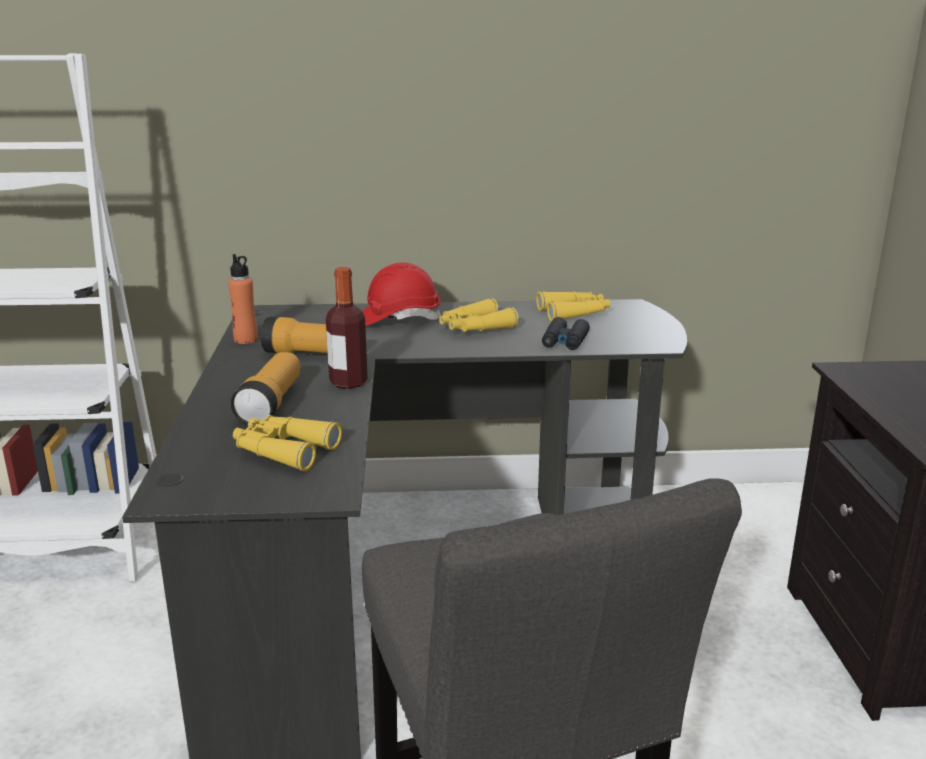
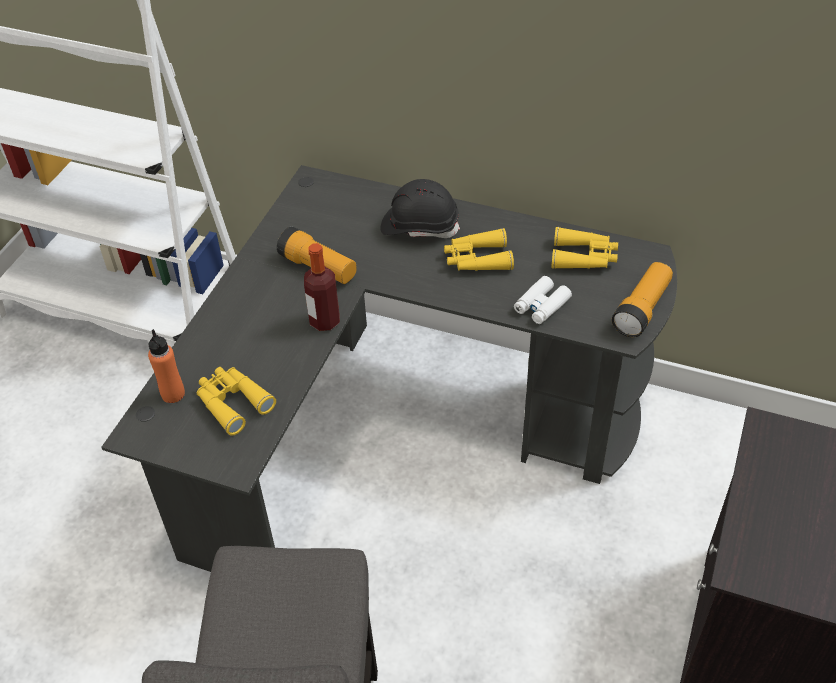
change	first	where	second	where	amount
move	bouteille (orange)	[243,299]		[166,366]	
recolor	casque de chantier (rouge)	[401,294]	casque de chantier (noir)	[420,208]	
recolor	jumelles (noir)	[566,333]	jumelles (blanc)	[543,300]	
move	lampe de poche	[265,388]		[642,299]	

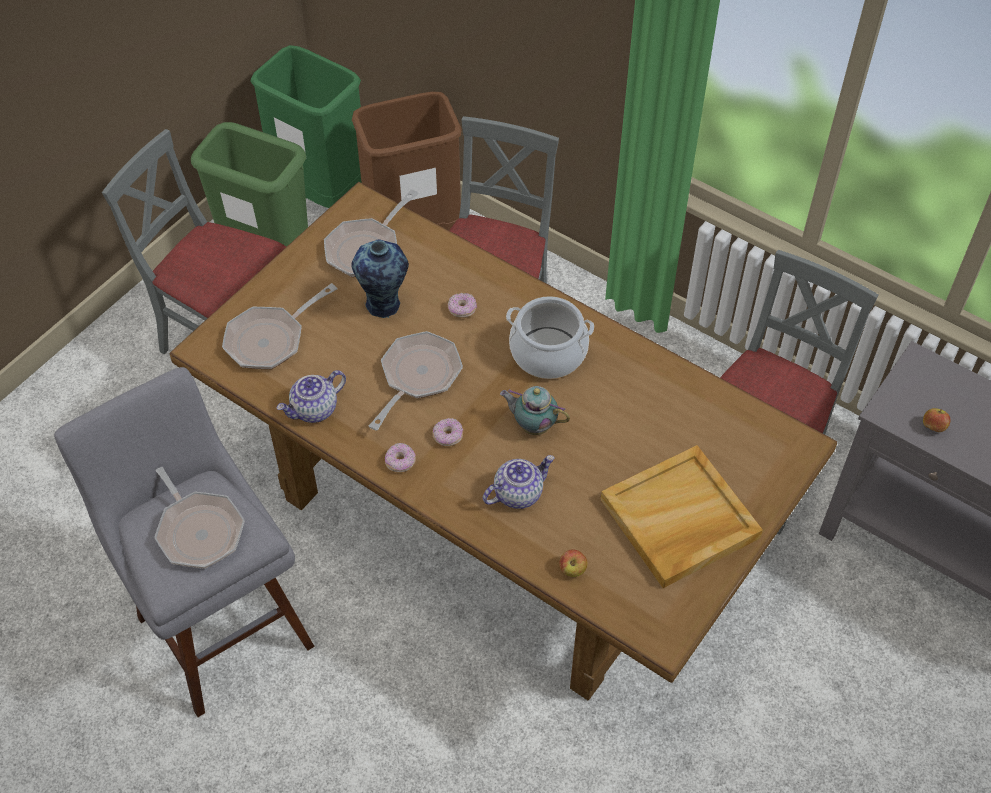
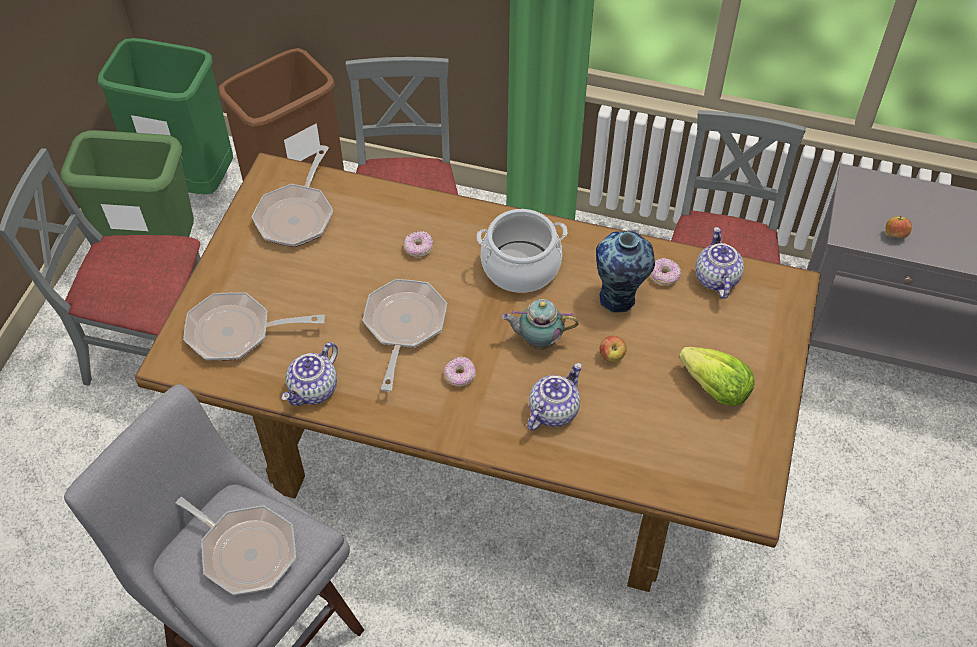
change	first	where	second	where	amount
move	vase	[380,278]		[625,272]	
rotate	poêle	[279,326]		[254,326]	60 degrees clockwise
move	beignet	[400,457]		[665,272]	
replace	plateau (beige)	[682,516]	laitue	[717,376]	
move	pomme	[573,563]		[613,349]	
insert			théière	[719,263]	

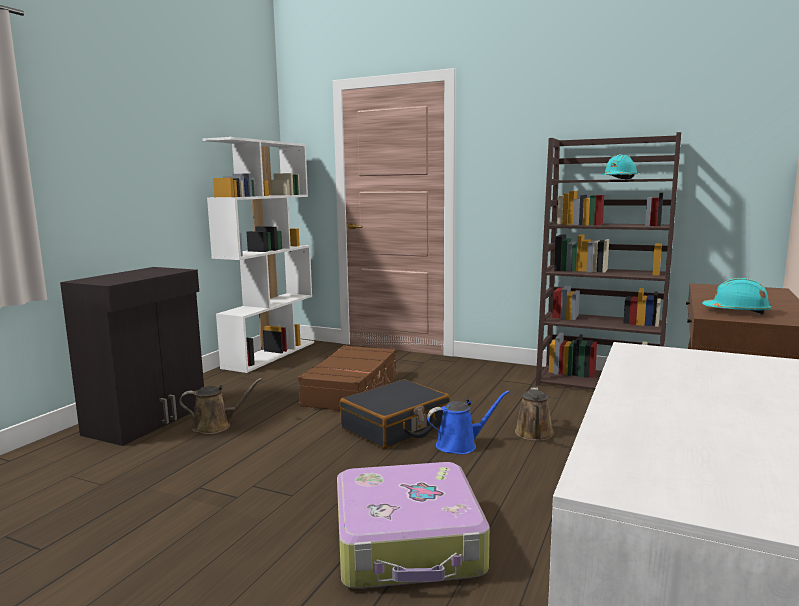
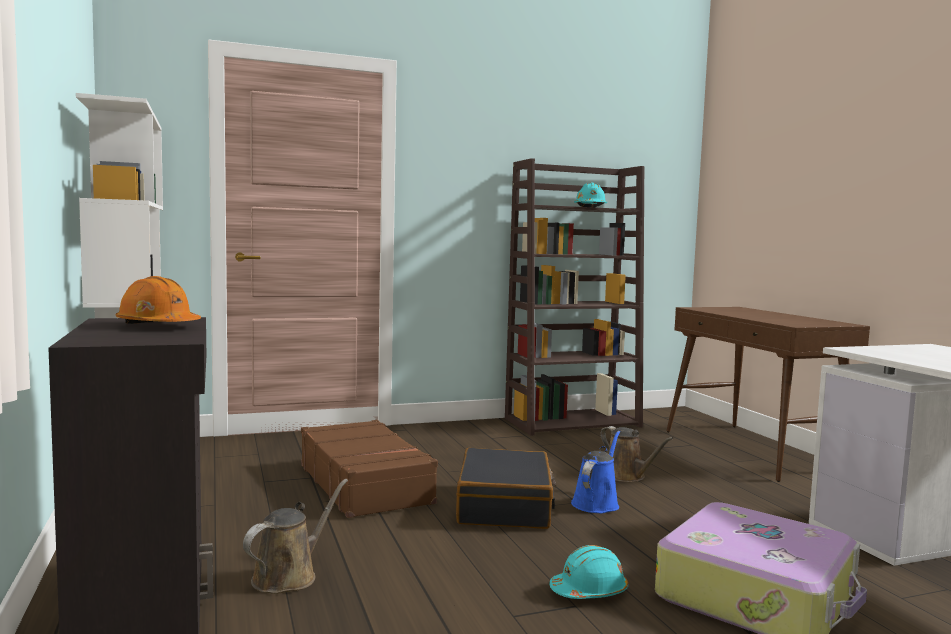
change	first	where	second	where	amount
move	casque de chantier (turquoise)	[737,296]		[588,572]	
insert			casque de chantier (orange)	[158,300]	

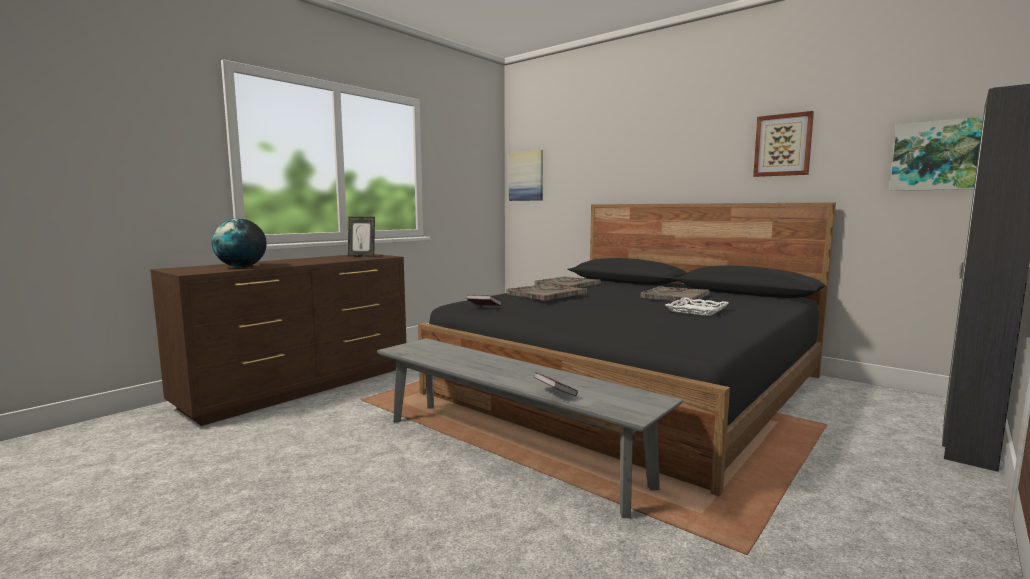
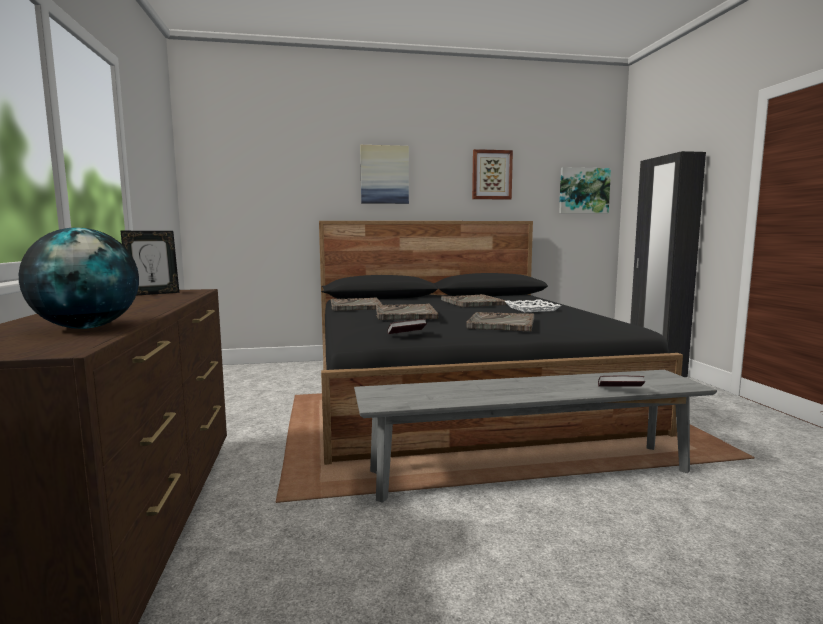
change	first	where	second	where	amount
move	tableau	[526,175]		[384,174]	
insert			plateau (gris)	[500,321]	

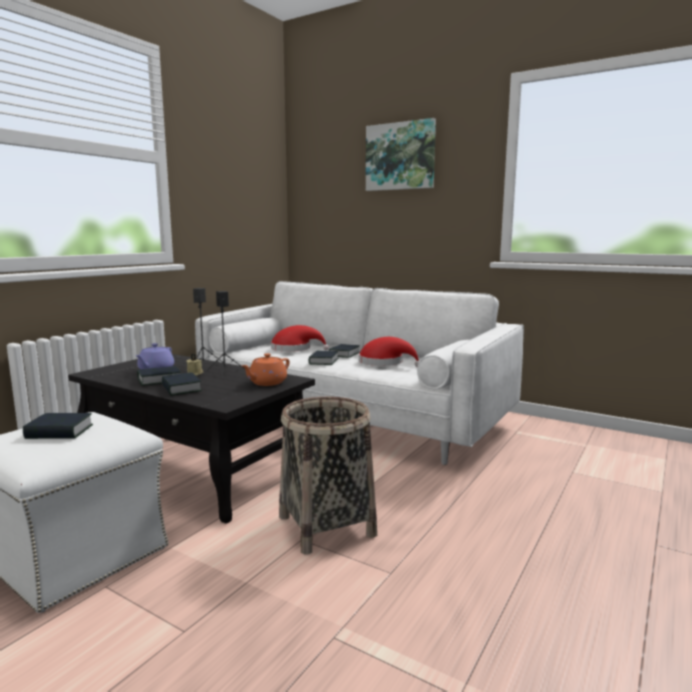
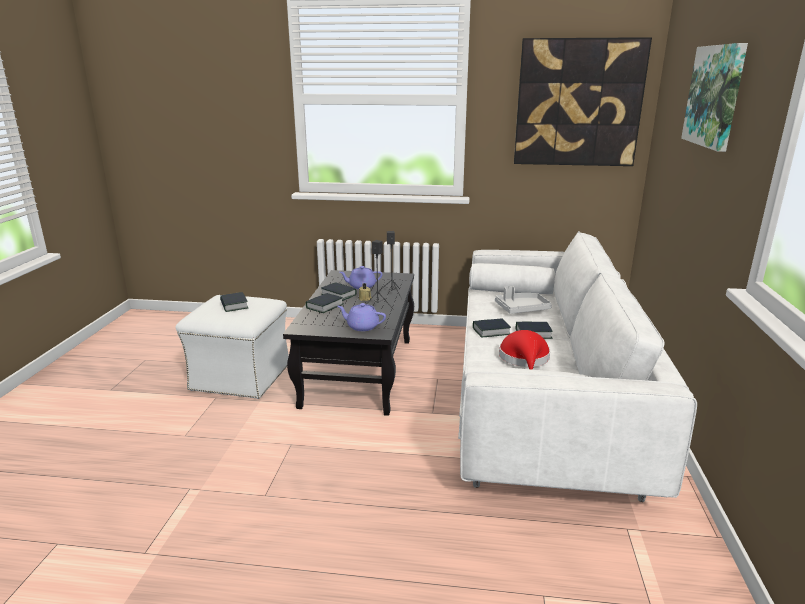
change	first	where	second	where	amount
replace	chapeau (rouge)	[300,338]	plateau (gris)	[523,300]	
recolor	théière (orange)	[266,369]	théière (violet)	[361,317]	
delete	panier	[328,475]			
insert			tableau	[583,101]	

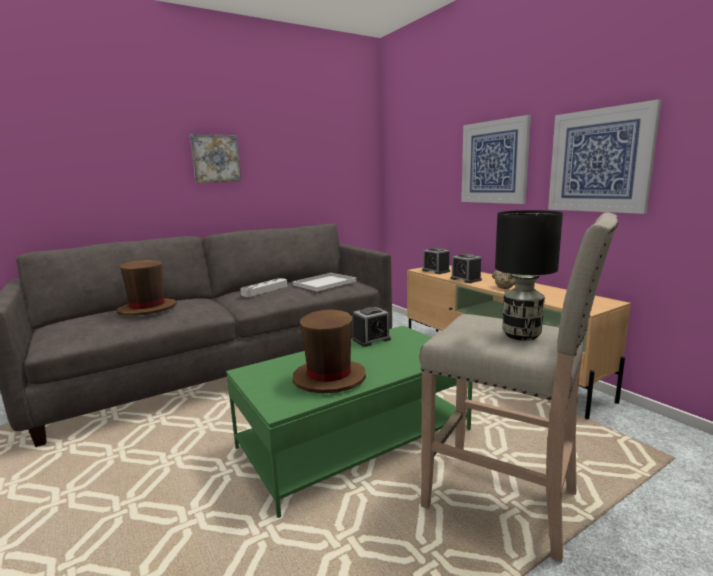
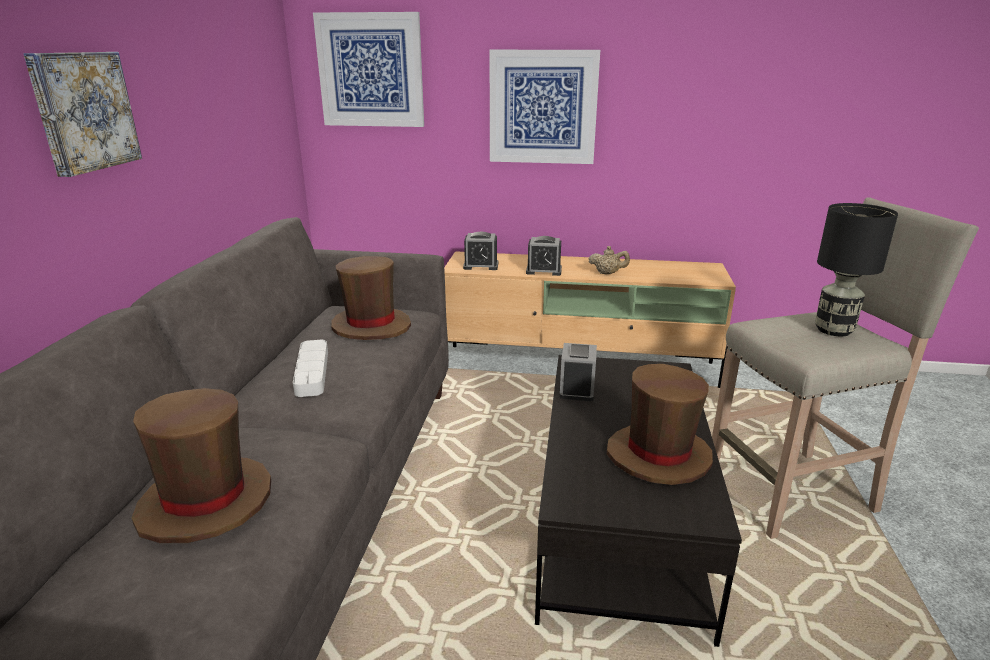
change	first	where	second	where	amount
move	tableau	[604,156]		[368,69]	
replace	plateau (blanc)	[324,282]	chapeau (marron)	[371,298]	
recolor	table basse (vert)	[349,421]	table basse (noir)	[638,501]	

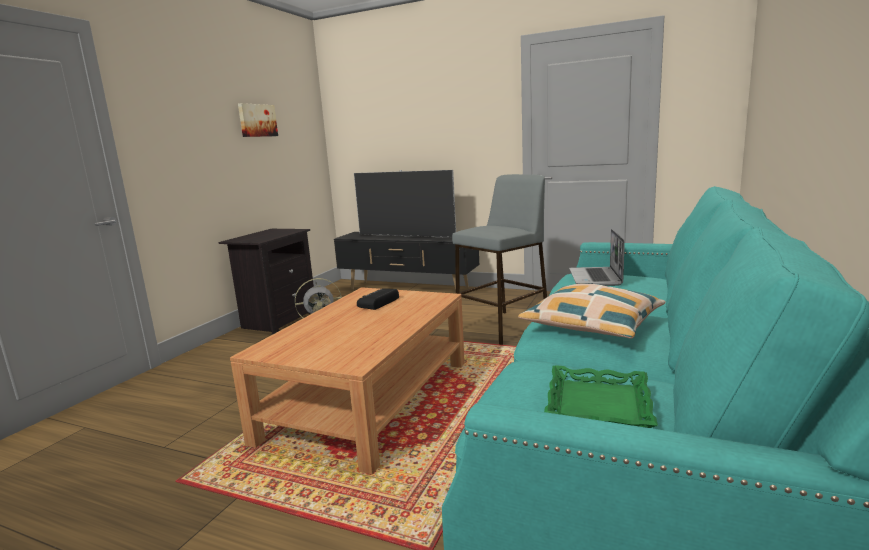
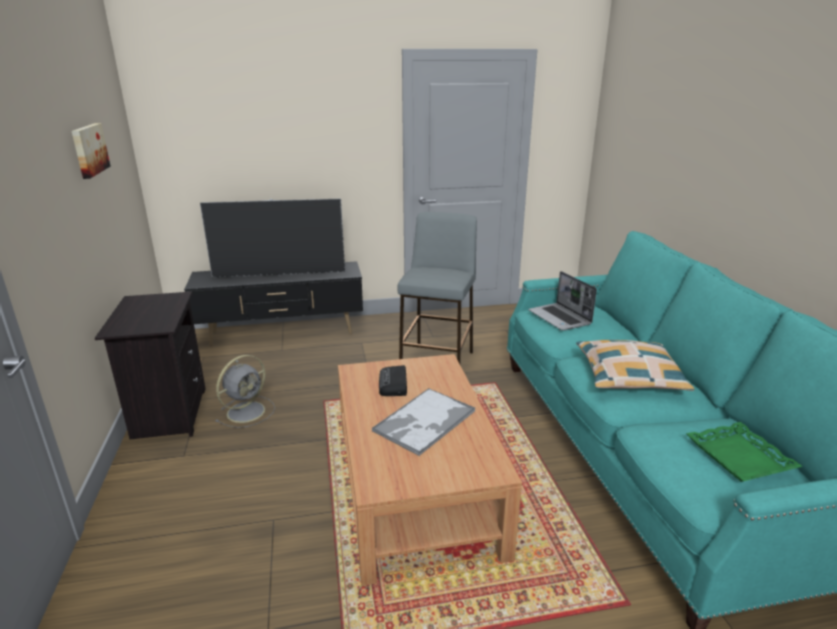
change	first	where	second	where	amount
insert			plateau	[423,422]	

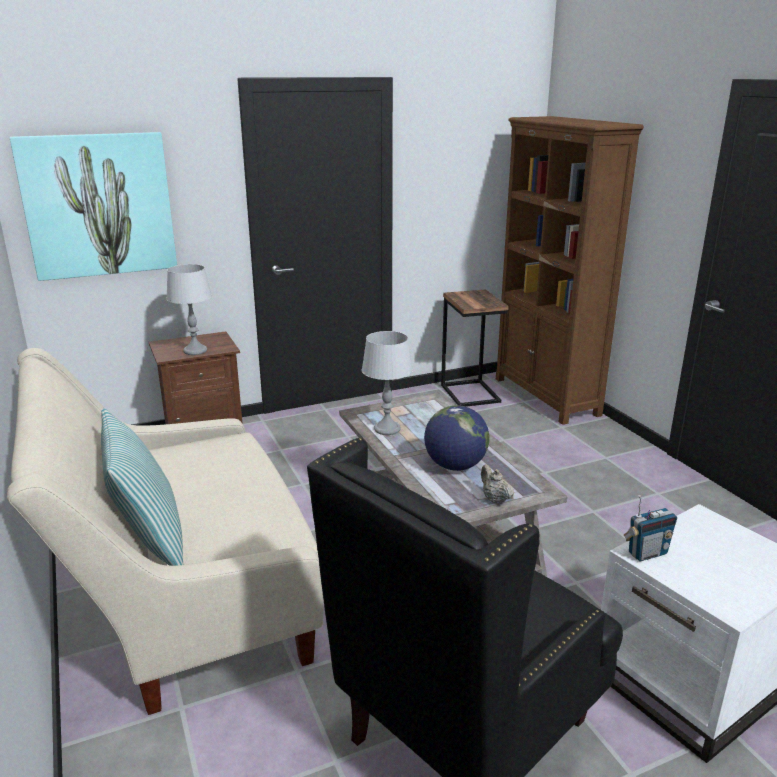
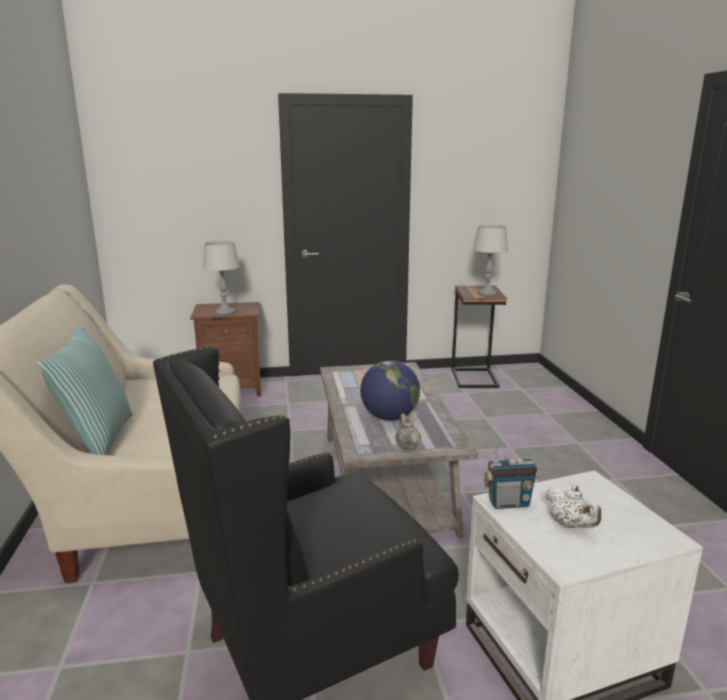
change	first	where	second	where	amount
delete	bibliothèque (marron)	[570,270]			
delete	tableau	[93,206]			
move	lampe de table (gris)	[387,383]		[490,260]	
insert			théière (blanc)	[573,506]	

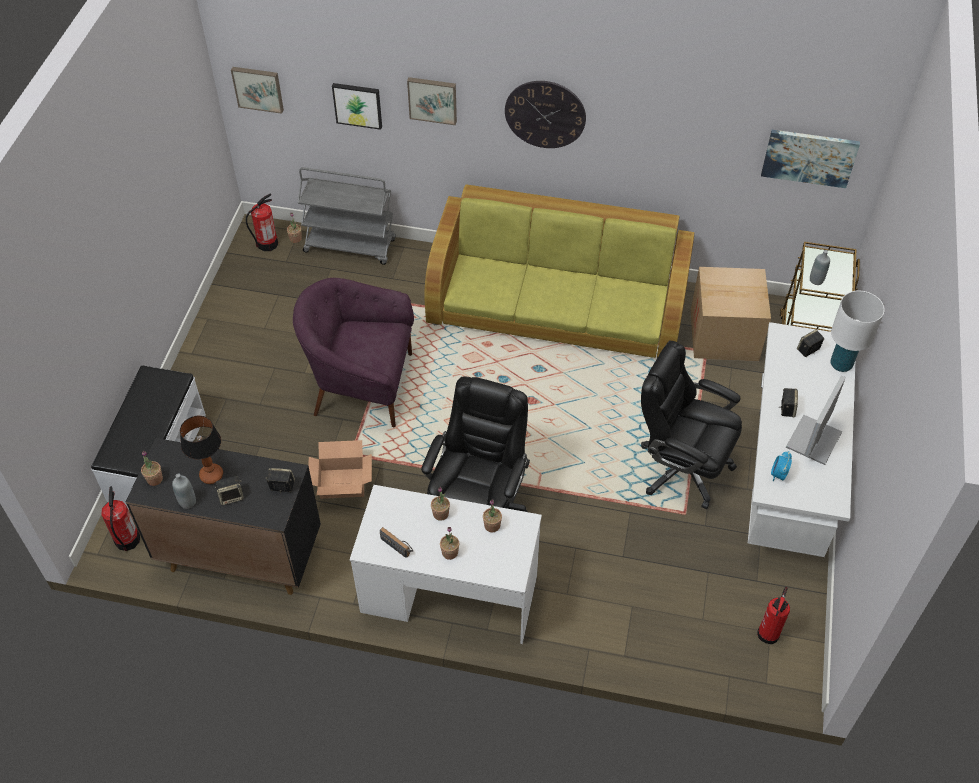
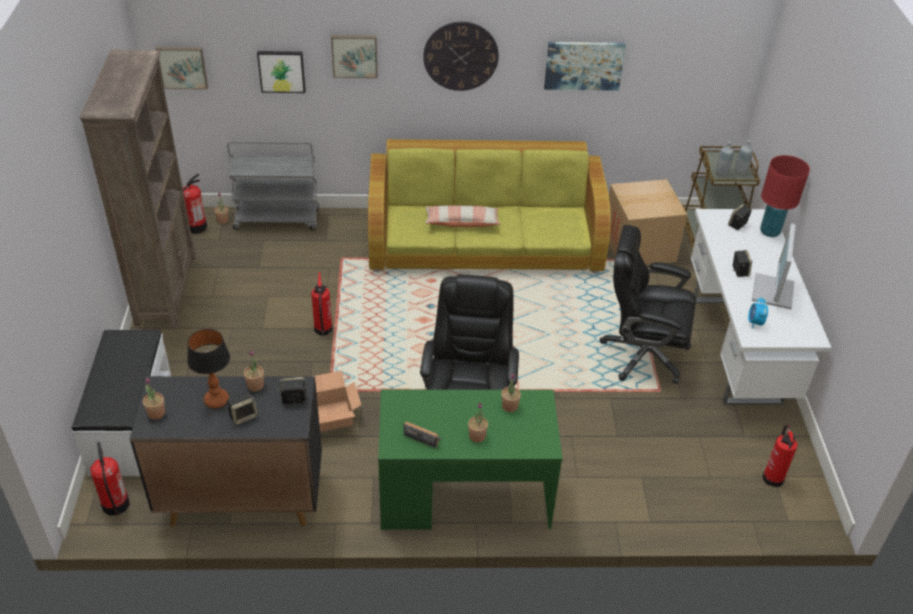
change	first	where	second	where	amount
move	tableau	[810,159]		[585,66]	
replace	fauteuil (violet)	[353,352]	extincteur	[322,303]	
recolor	lampe de table (blanc)	[858,331]	lampe de table (rouge)	[785,196]	
move	bouteille (gris)	[184,491]		[744,158]	
recolor	bureau (blanc)	[446,564]	bureau (vert)	[470,460]	
move	plante en pot	[440,504]		[254,370]	
insert			bibliothèque (marron)	[138,188]	
insert			coussin	[463,216]	

